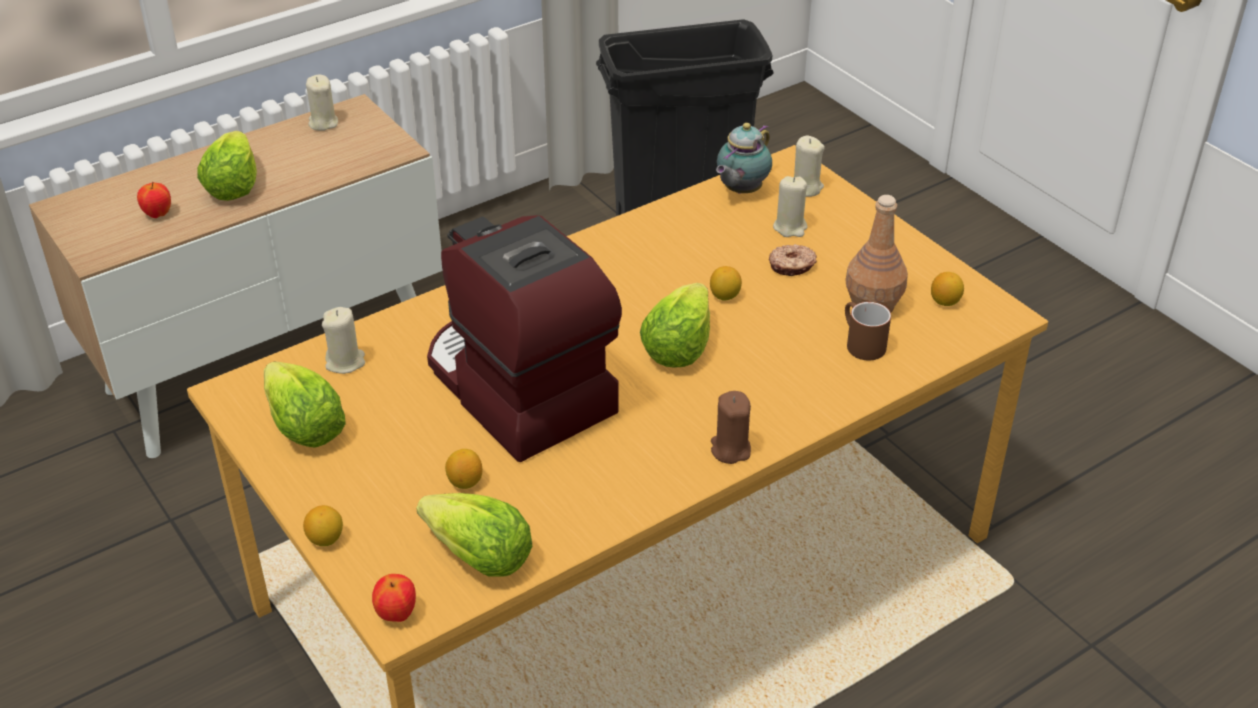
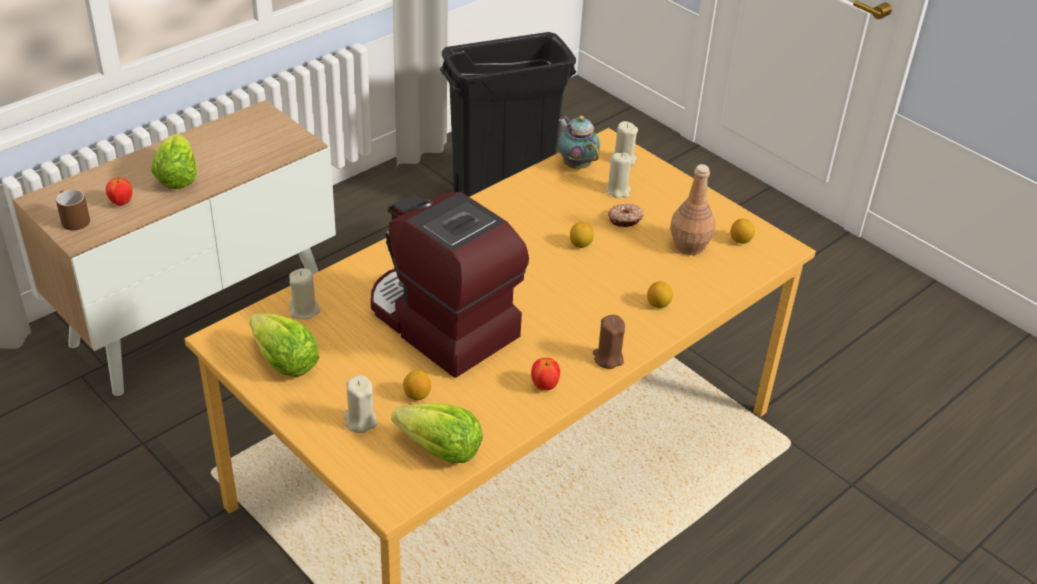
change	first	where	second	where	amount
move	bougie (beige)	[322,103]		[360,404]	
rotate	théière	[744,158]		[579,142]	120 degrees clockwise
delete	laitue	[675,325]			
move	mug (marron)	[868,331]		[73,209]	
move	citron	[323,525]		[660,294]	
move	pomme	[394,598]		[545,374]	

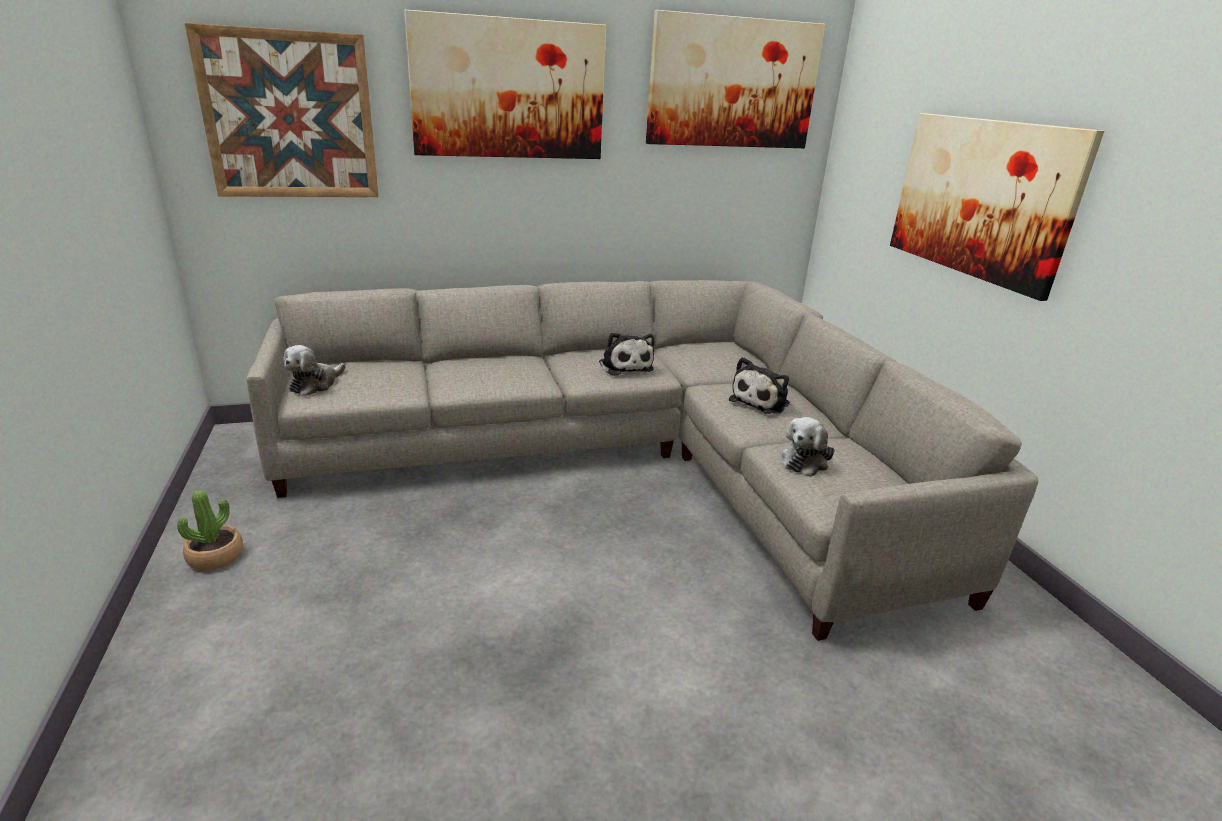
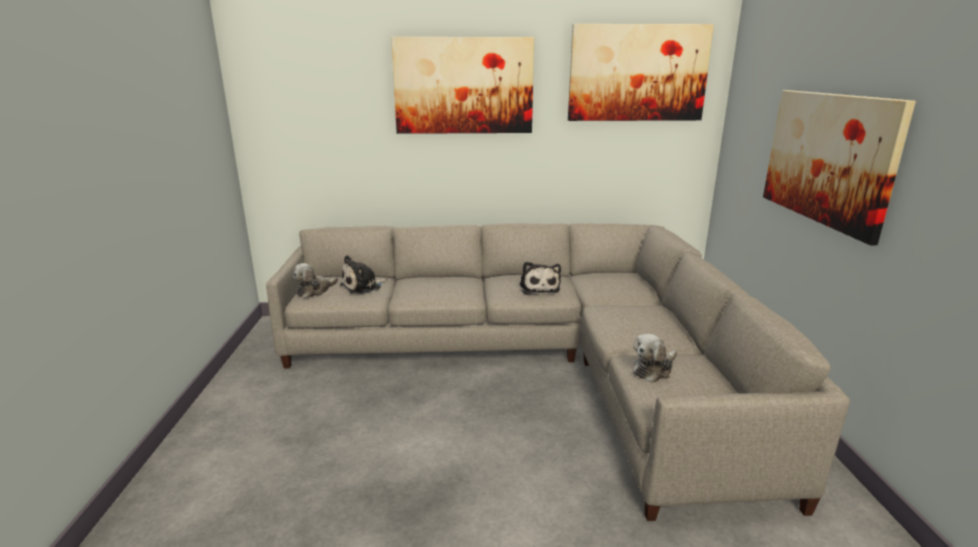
change	first	where	second	where	amount
delete	tableau	[282,110]			
move	peluche	[759,385]		[363,274]	
delete	plante en pot	[210,530]			

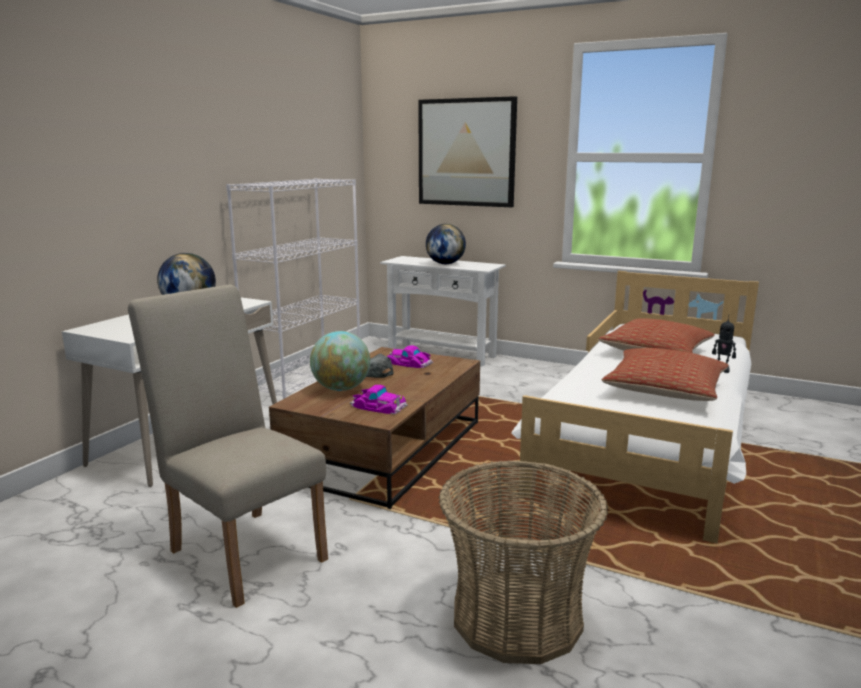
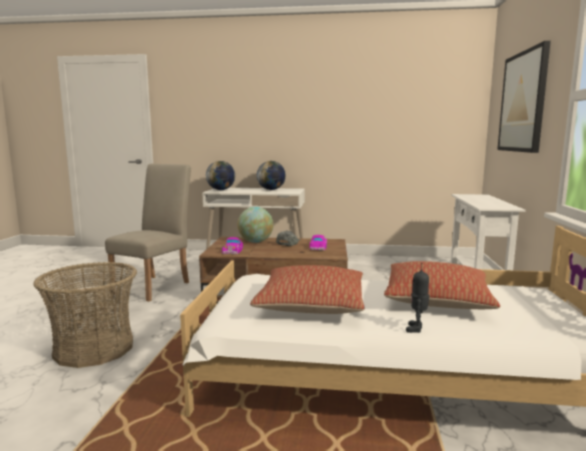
change	first	where	second	where	amount
delete	bibliothèque (blanc)	[293,288]			
move	globe	[446,244]		[220,175]	

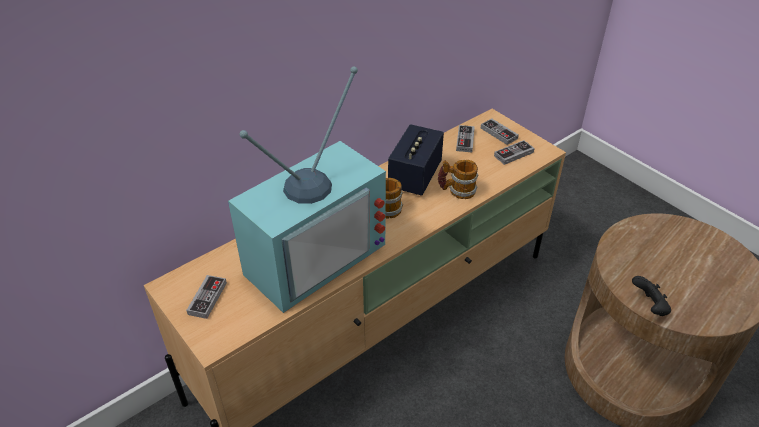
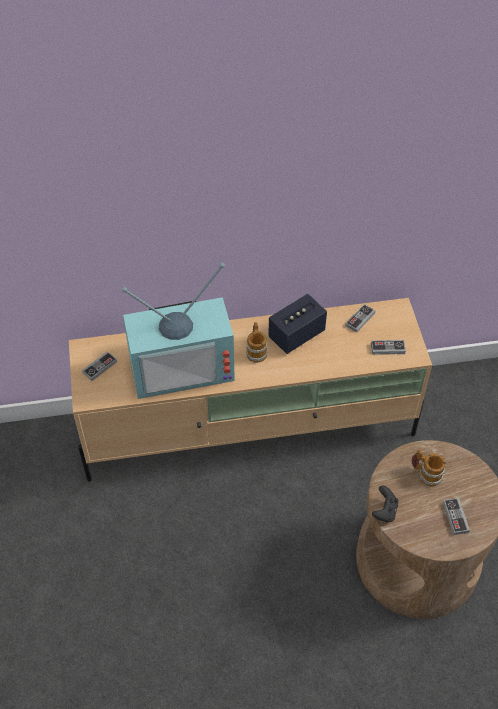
change	first	where	second	where	amount
move	manette	[500,131]		[456,516]	
move	mug	[458,179]		[428,468]	

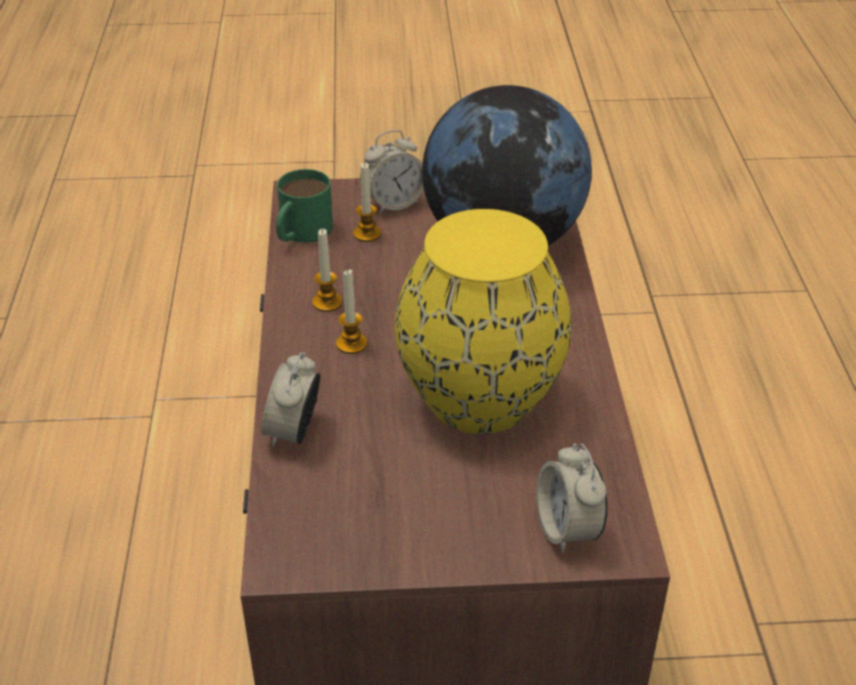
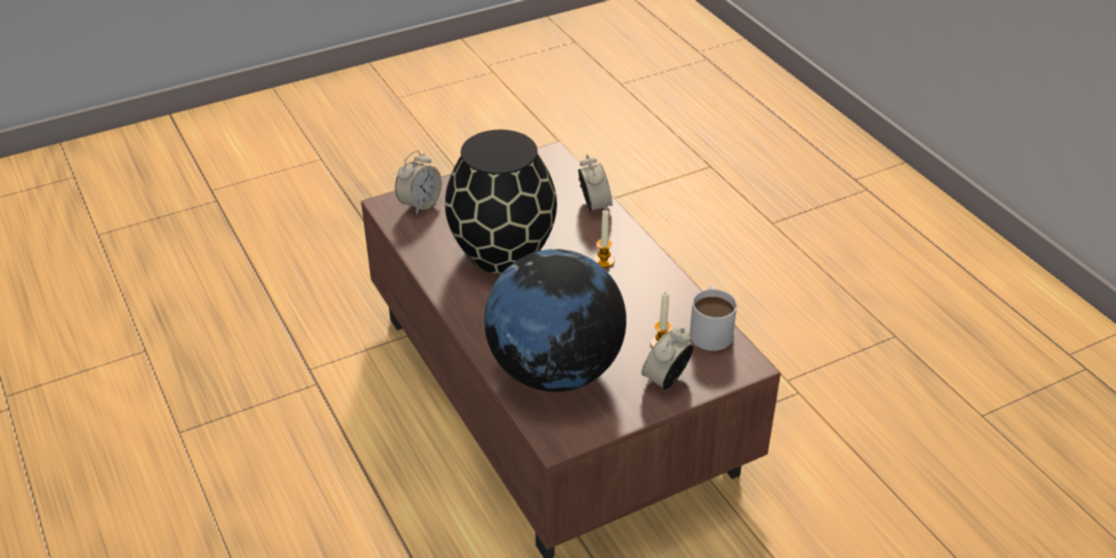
change	first	where	second	where	amount
recolor	mug (vert)	[304,205]	mug (blanc)	[713,319]	
recolor	vase (jaune)	[483,321]	vase (noir)	[501,202]	
delete	bougie	[327,270]			
rotate	réveil	[572,498]		[418,183]	75 degrees clockwise

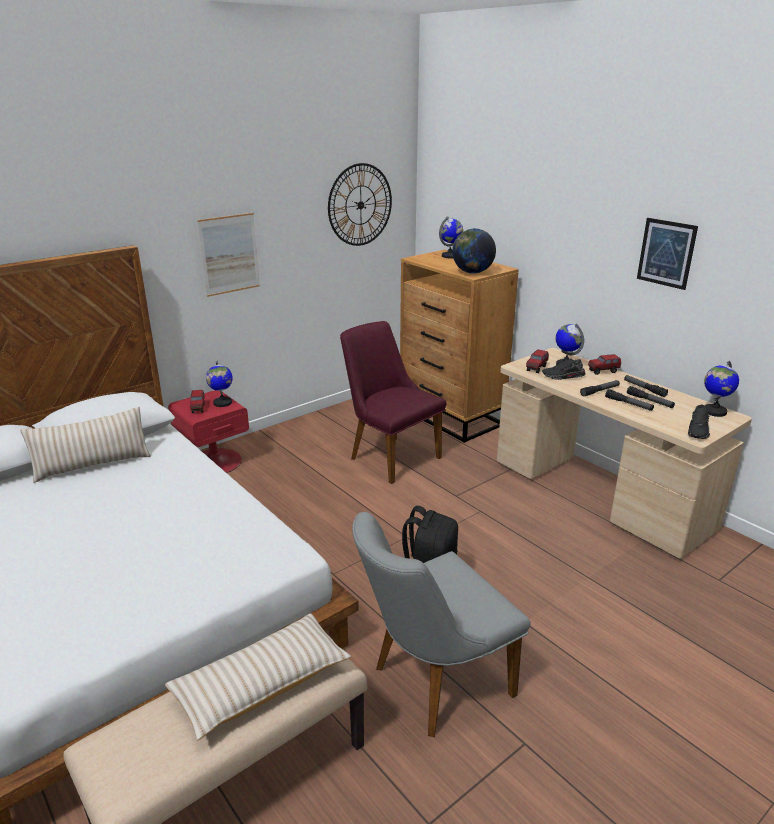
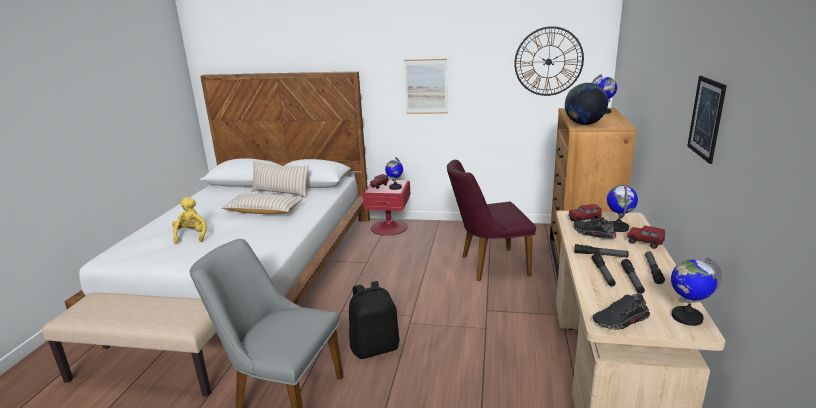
change	first	where	second	where	amount
rotate	chaise (violet)	[393,402]		[491,220]	105 degrees counterclockwise
move	coussin (beige)	[258,677]		[262,204]	
insert			peluche (jaune)	[189,220]	

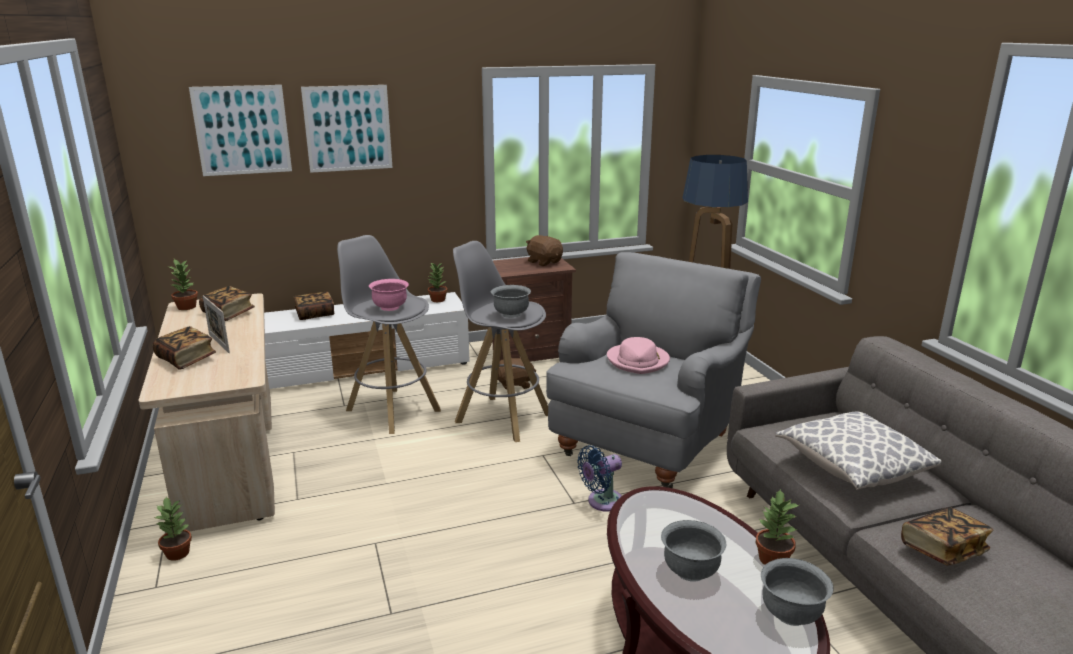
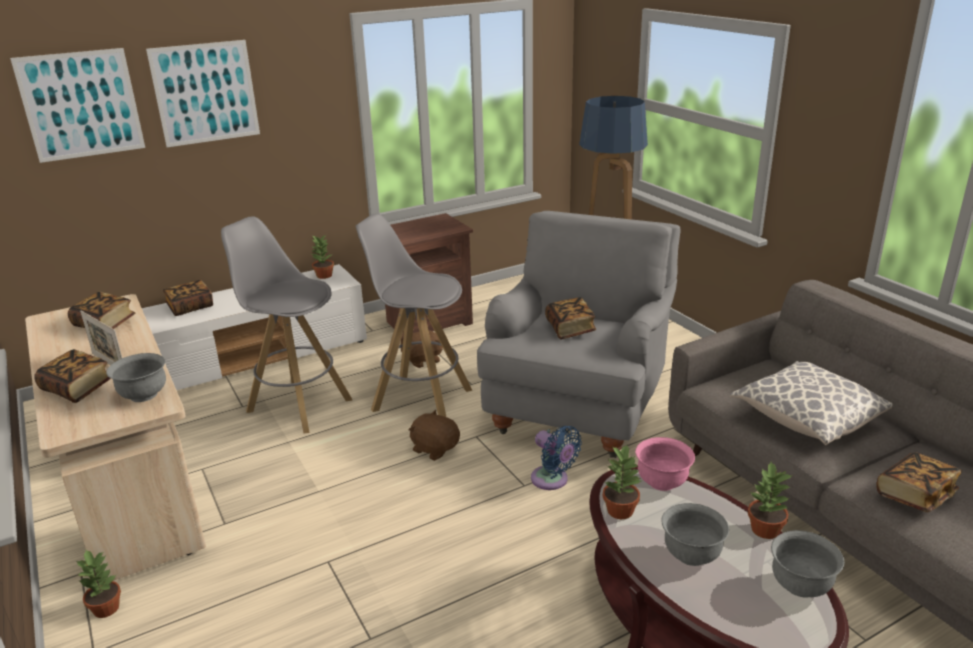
change	first	where	second	where	amount
move	peluche (marron)	[544,250]		[434,435]	
move	plante en pot	[183,284]		[622,482]	
move	bol (rose)	[389,295]		[665,464]	
move	bol (gris)	[511,301]		[136,377]	
replace	chapeau (rose)	[638,355]	livre	[570,318]	
rotate	ventilateur (bleu)	[599,478]		[556,458]	90 degrees counterclockwise

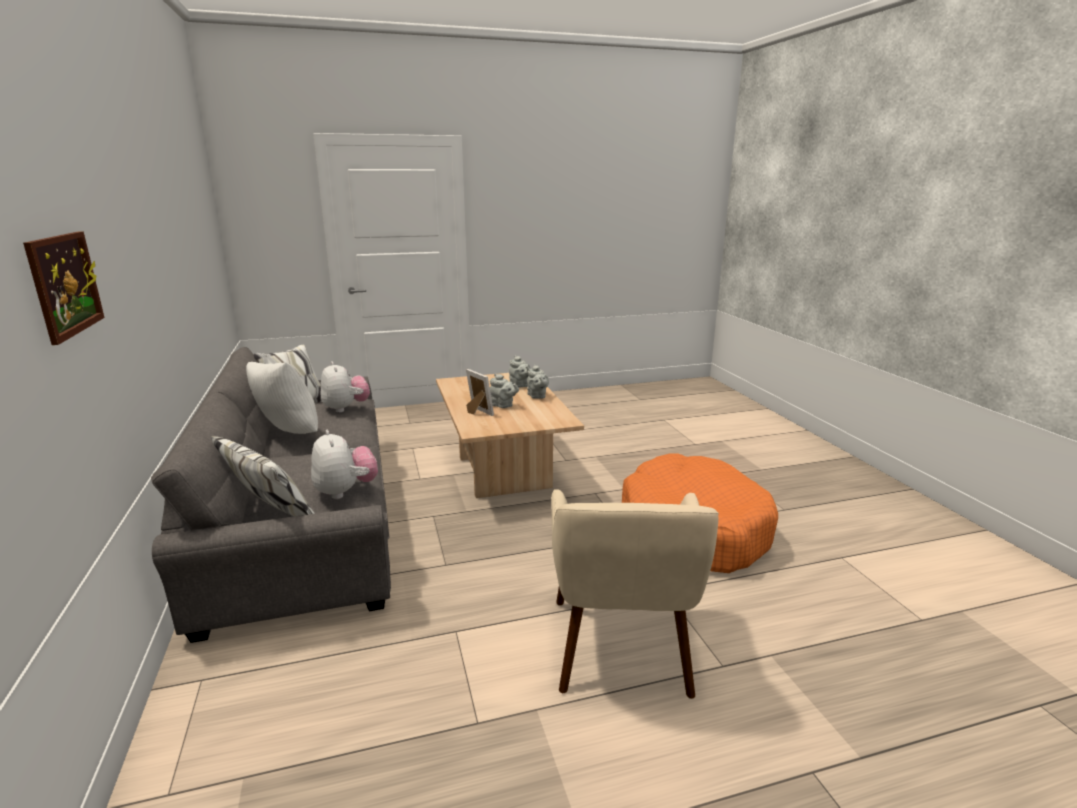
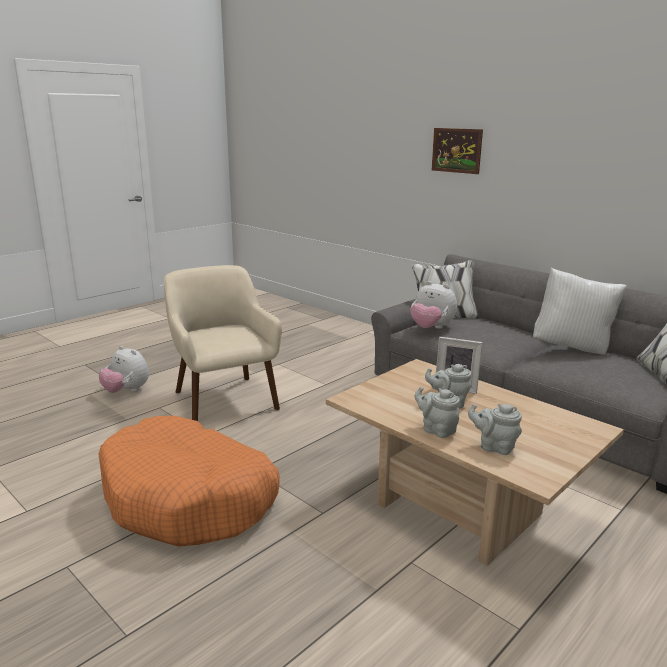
change	first	where	second	where	amount
move	peluche	[345,387]		[124,369]	

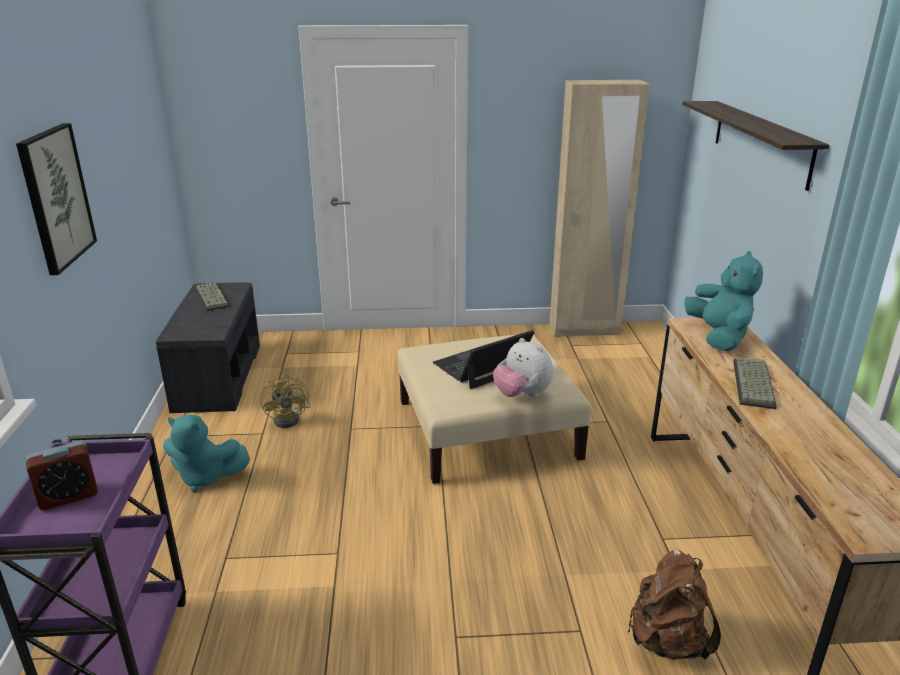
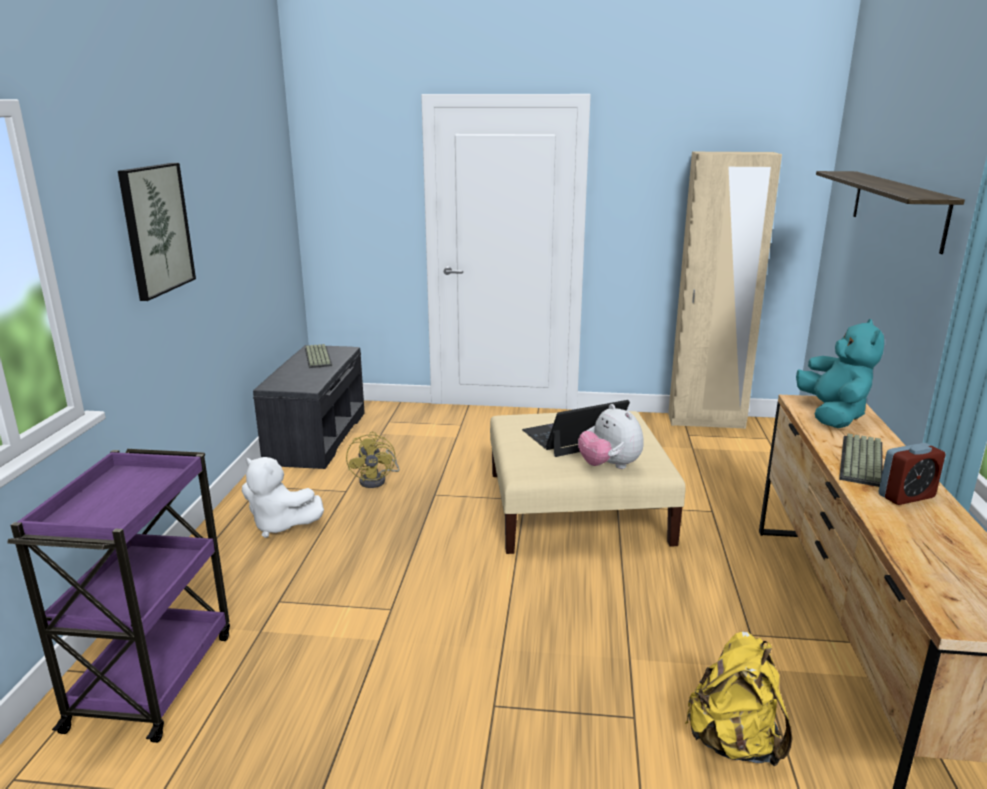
change	first	where	second	where	amount
recolor	peluche (turquoise)	[206,453]	peluche (blanc)	[283,497]	
move	réveil	[62,475]		[912,474]	
recolor	sac à dos (marron)	[674,605]	sac à dos (jaune)	[739,699]	

